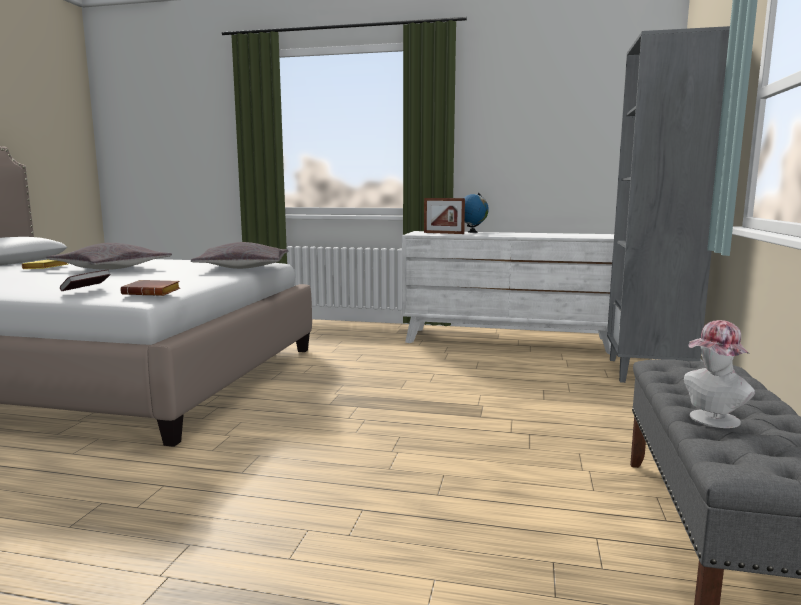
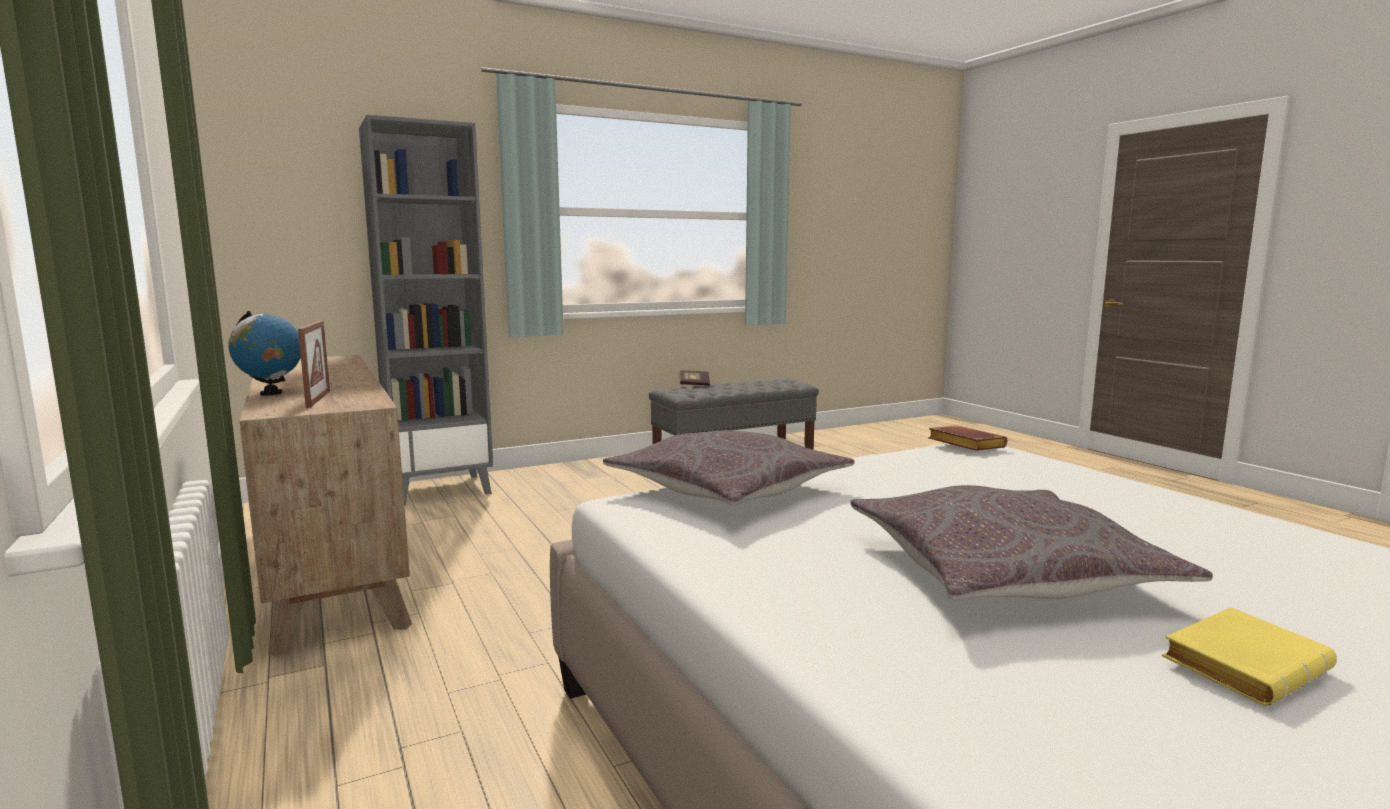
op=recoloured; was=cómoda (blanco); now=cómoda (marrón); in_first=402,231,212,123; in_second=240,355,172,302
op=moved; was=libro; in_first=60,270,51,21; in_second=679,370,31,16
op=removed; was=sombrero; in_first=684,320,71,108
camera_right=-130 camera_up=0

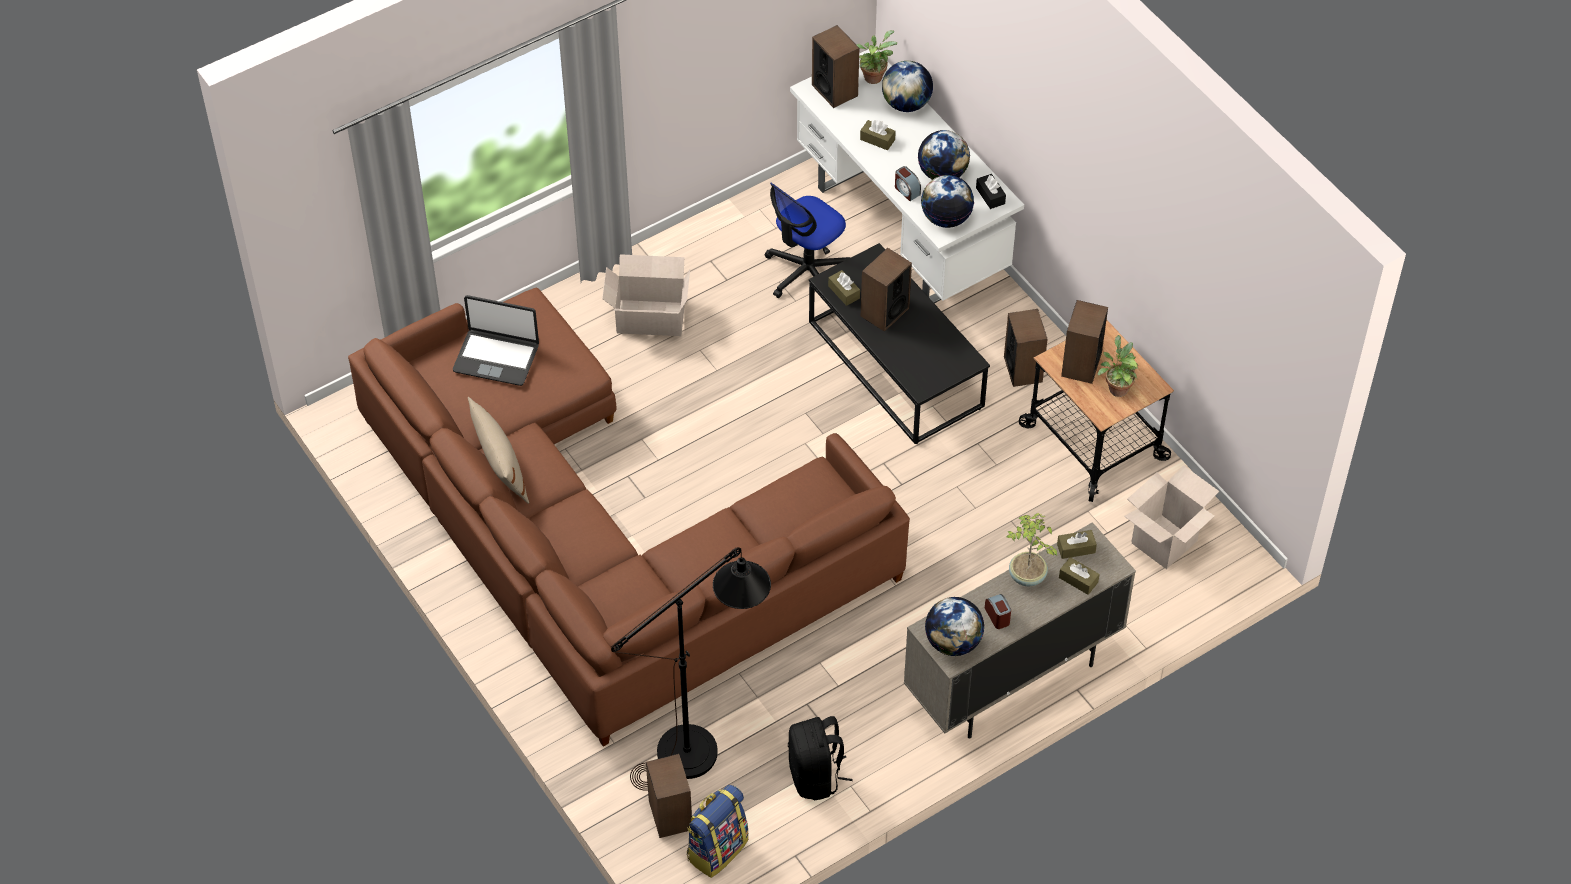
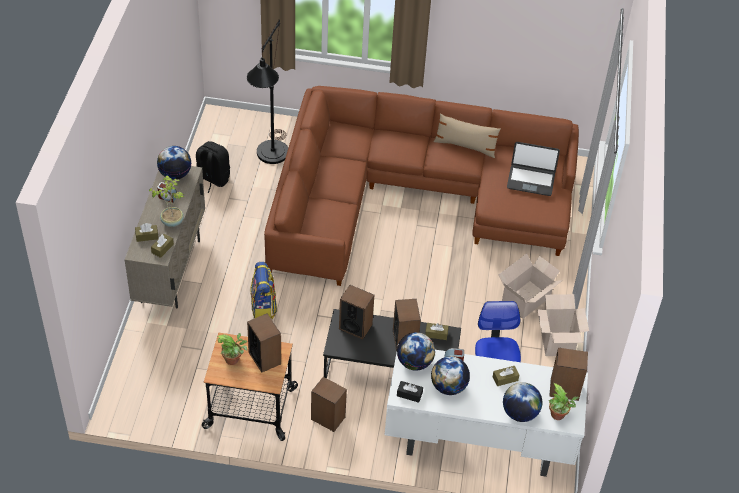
op=turned; was=portátil; in_first=453,295,86,91; in_second=507,142,53,54; clockwise=-135
op=moved; was=caja de cartón; in_first=1124,465,95,104; in_second=537,294,52,62
op=moved; was=altavoz; in_first=646,754,46,84; in_second=339,285,35,54
op=moved; was=mochila; in_first=687,785,61,93; in_second=250,262,27,57
camera_right=130 camera_up=-5

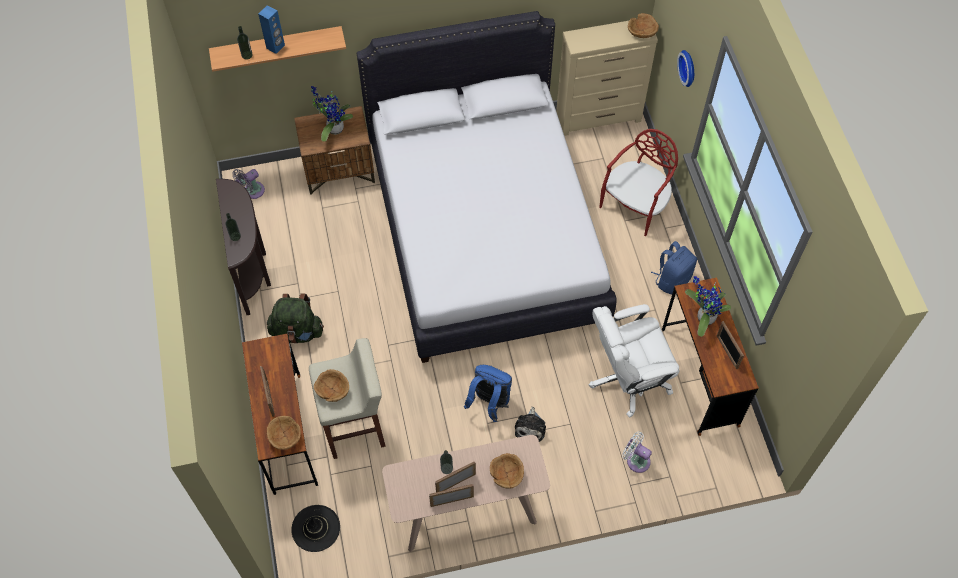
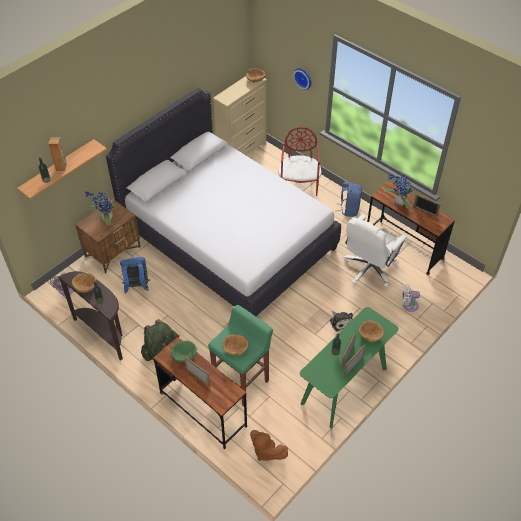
op=recoloured; was=altavoz (azul); now=altavoz (marrón); in_first=258,5,27,49; in_second=49,137,18,34
op=recoloured; was=taburete (beis); now=taburete (verde); in_first=309,338,77,121; in_second=208,305,65,101
op=moved; was=mochila (azul); in_first=464,365,48,57; in_second=120,257,30,36
op=moved; was=cuenco (marrón); in_first=267,416,34,34; in_second=72,273,24,20
op=recoloured; was=mesa consola (beis); now=mesa consola (verde); in_first=382,435,168,117; in_second=300,307,98,121
op=replaced; was=sombrero (negro); now=peluche (marrón); in_first=291,505,49,47; in_second=250,430,38,31
op=added; now=cuenco (verde); in_second=171,341,26,21
camera_right=-35 camera_up=-10

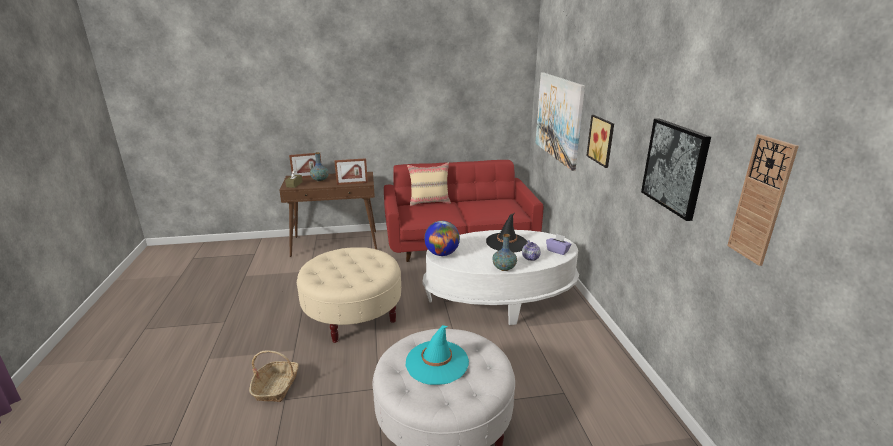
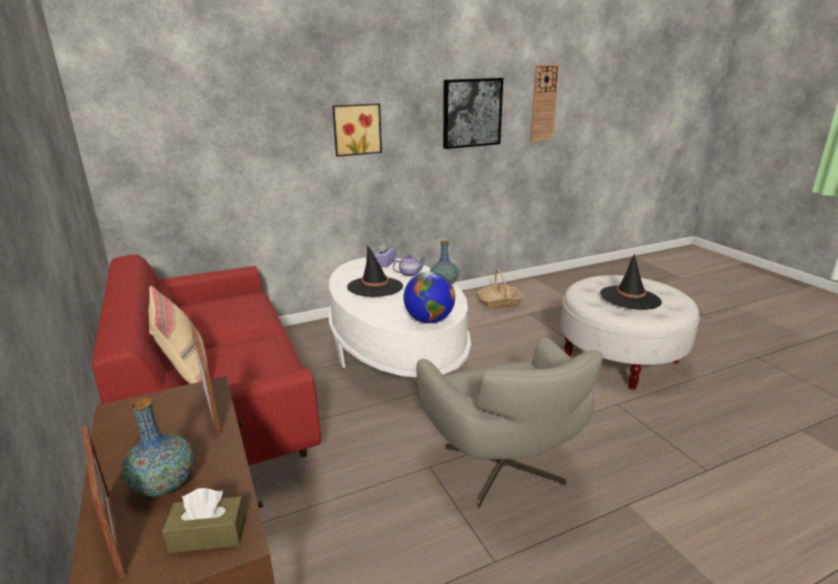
op=removed; was=cuadro; in_first=535,73,50,98
op=replaced; was=puf (beis); now=sillón (gris); in_first=297,247,104,96; in_second=417,337,186,171
op=recoloured; was=sombrero (turquesa); now=sombrero (negro); in_first=406,325,63,60; in_second=600,254,62,56
op=moved; was=cesta; in_first=249,350,50,52; in_second=478,269,45,40
camera_right=-105 camera_up=0

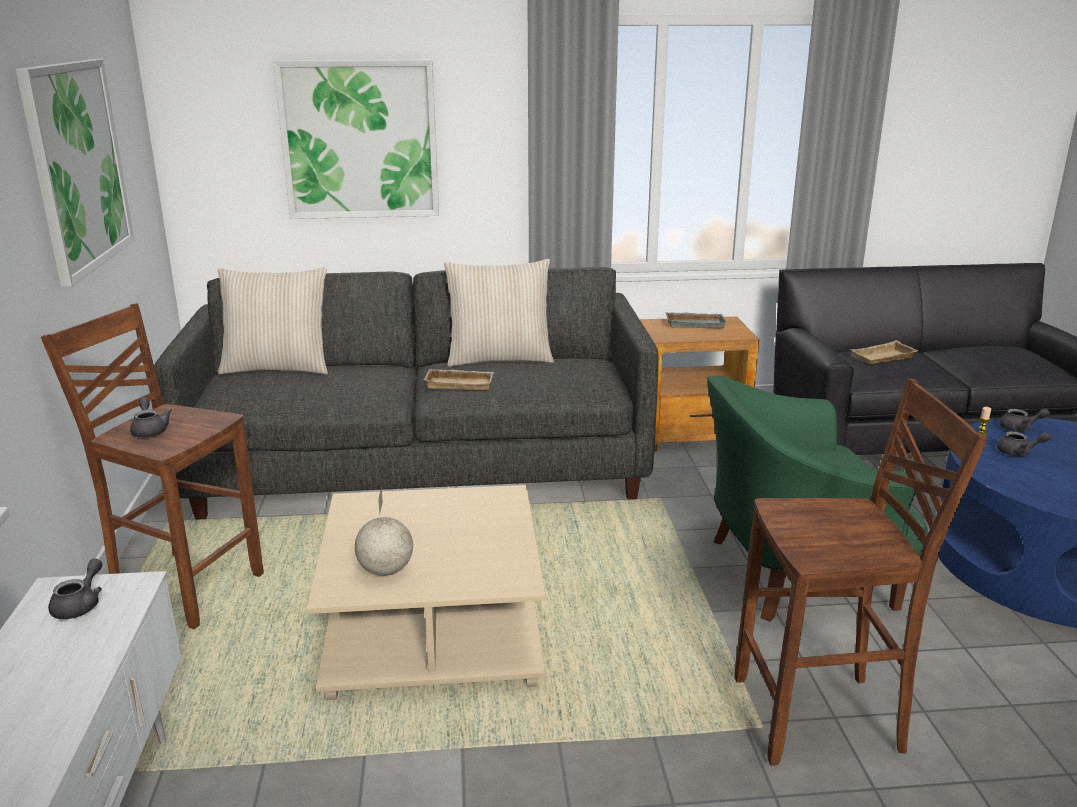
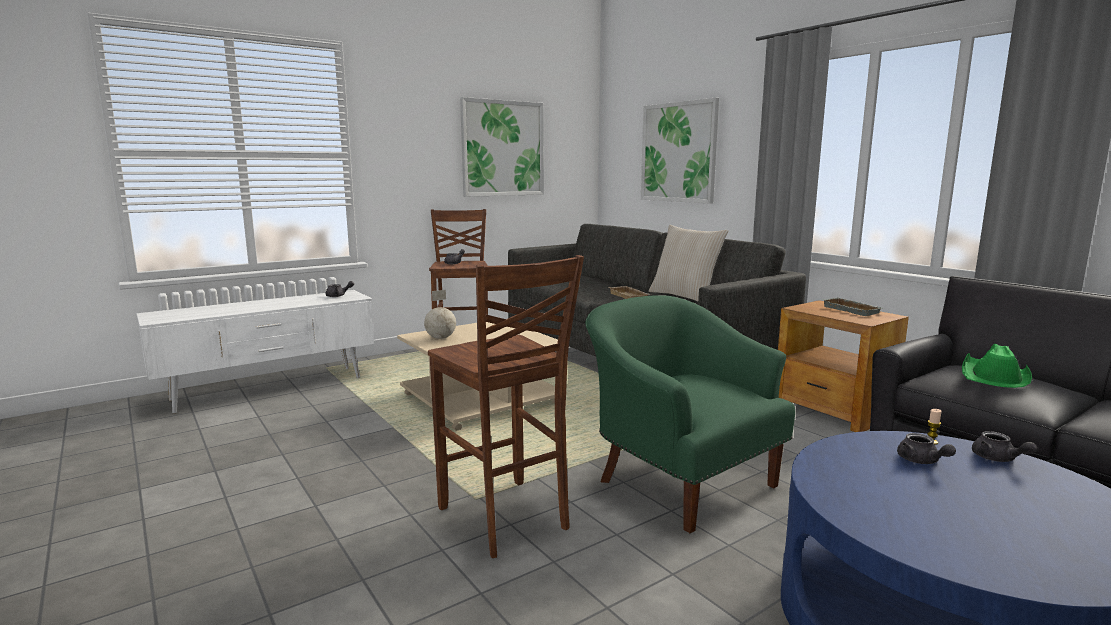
op=removed; was=cojín (beis); in_first=218,267,110,107
op=replaced; was=bandeja (beis); now=sombrero (verde); in_first=849,340,69,24; in_second=962,344,70,44
camera_right=60 camera_up=-10

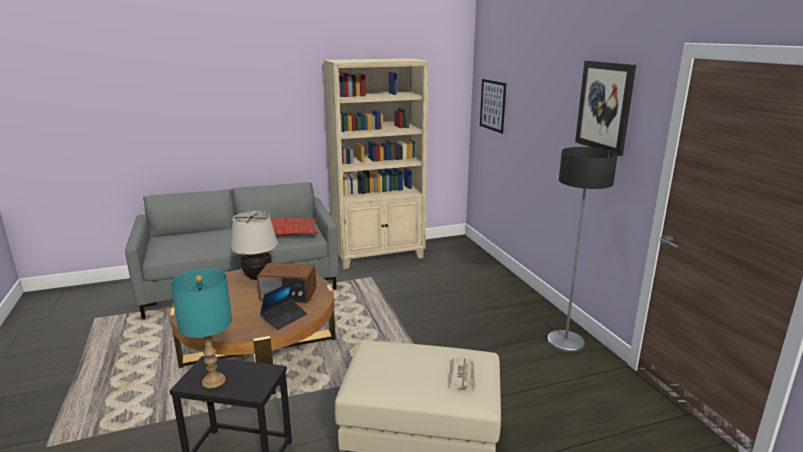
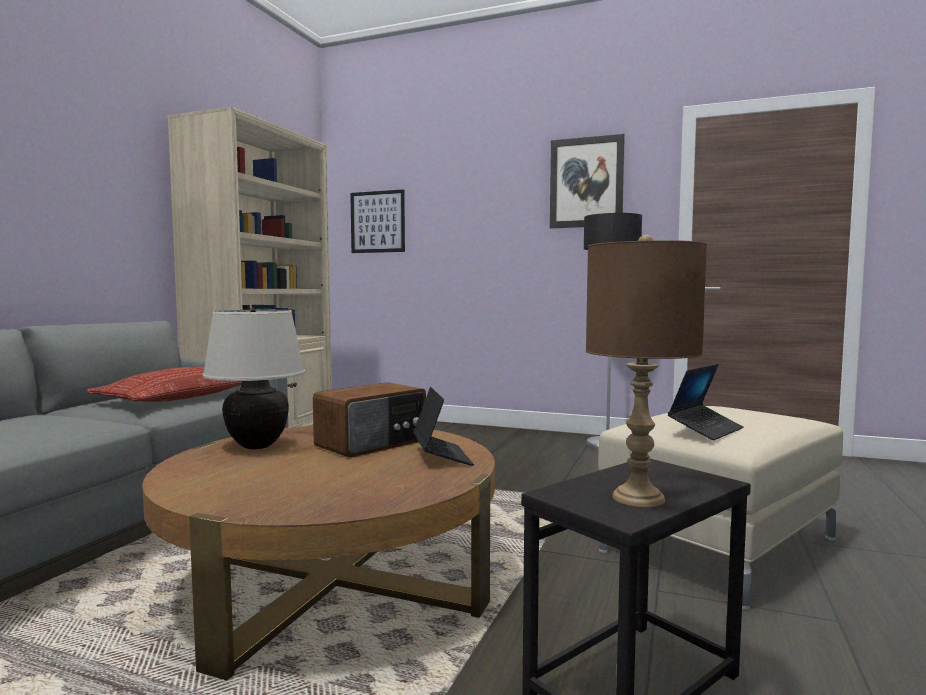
op=recoloured; was=lámpara de mesa (turquesa); now=lámpara de mesa (marrón); in_first=171,269,61,119; in_second=586,235,121,272
op=removed; was=periódico; in_first=449,358,27,32
op=added; now=portátil; in_second=668,364,76,76
camera_right=-50 camera_up=-15

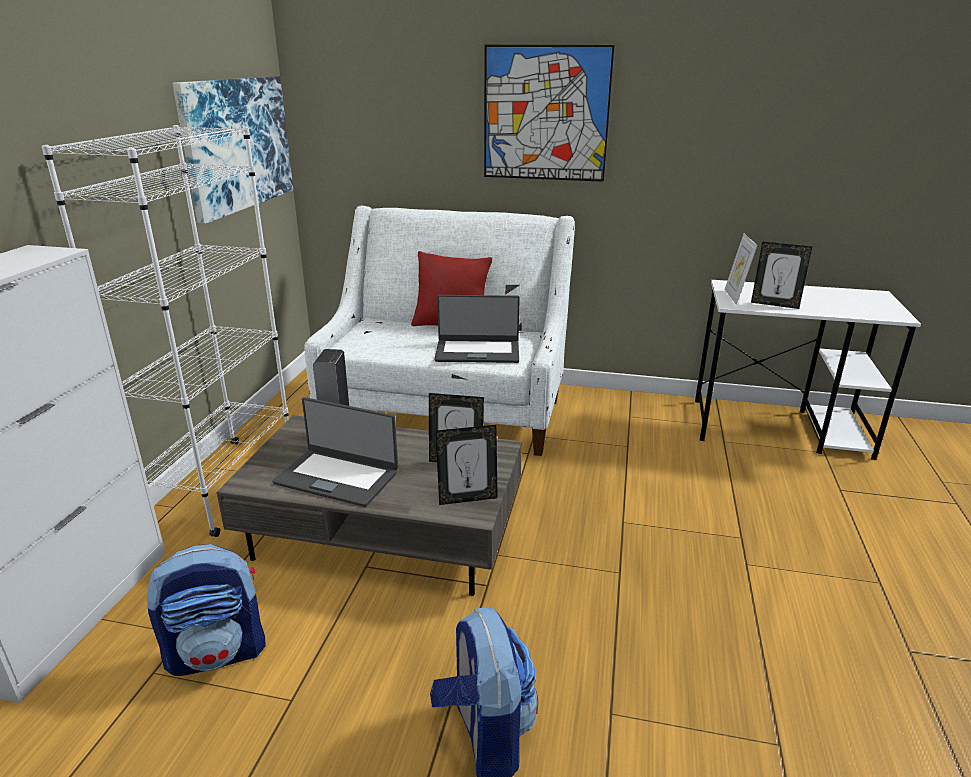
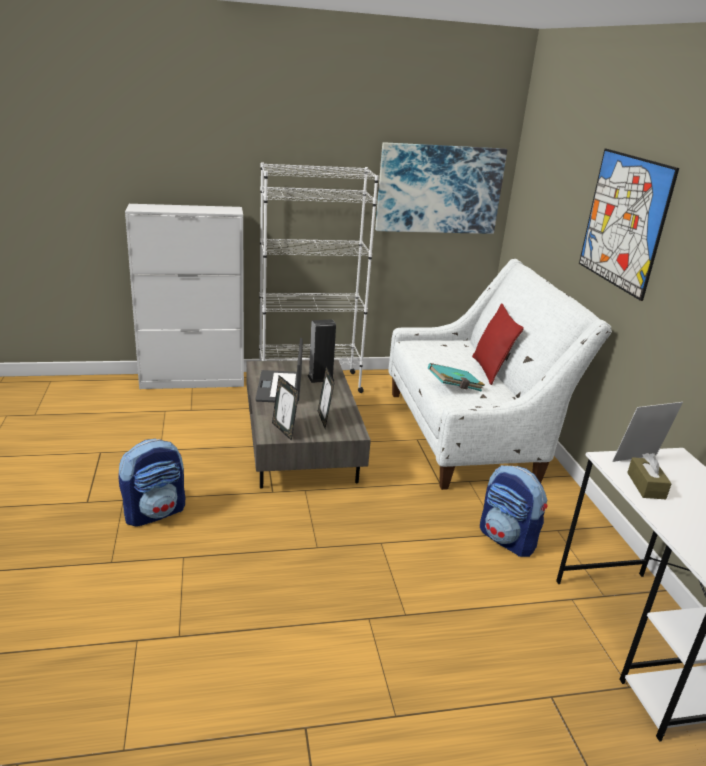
op=replaced; was=portarretratos; now=caja de pañuelos (marrón); in_first=751,242,61,67; in_second=627,453,45,46
op=replaced; was=portátil; now=libro (turquesa); in_first=434,295,86,68; in_second=428,363,57,28
op=moved; was=mochila; in_first=147,544,119,132; in_second=480,465,68,92
camera_right=65 camera_up=0

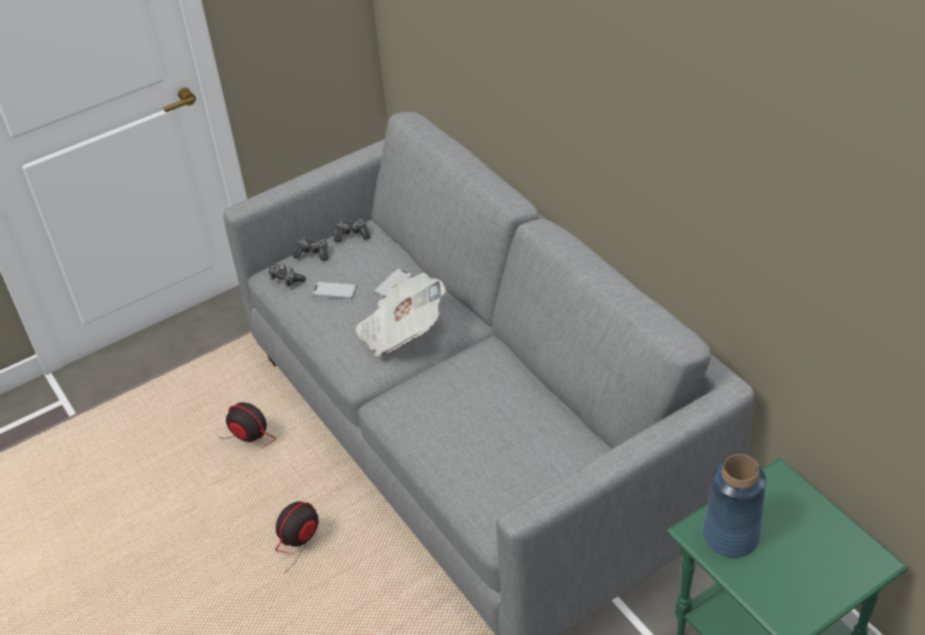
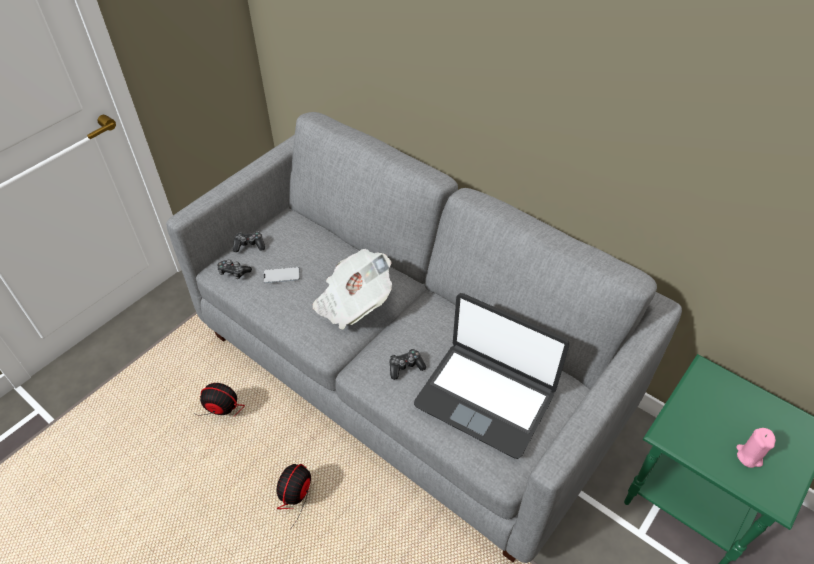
op=moved; was=mando de consola; in_first=334,219,36,23; in_second=389,349,37,31
op=removed; was=móvil; in_first=374,269,39,29
op=removed; was=florero (azul); in_first=703,454,63,104
op=added; now=portátil; in_second=414,293,155,166
op=added; now=vela (rosa); in_second=736,428,40,40
camera_right=-20 camera_up=5

